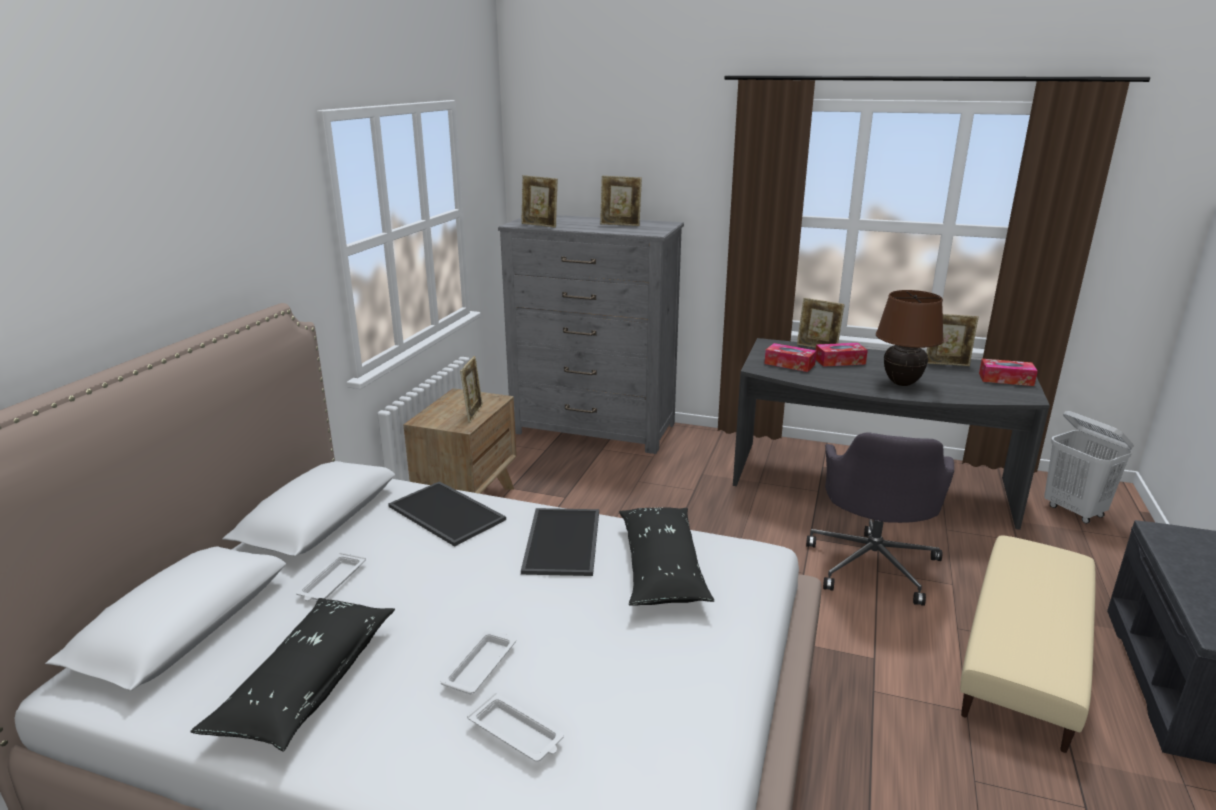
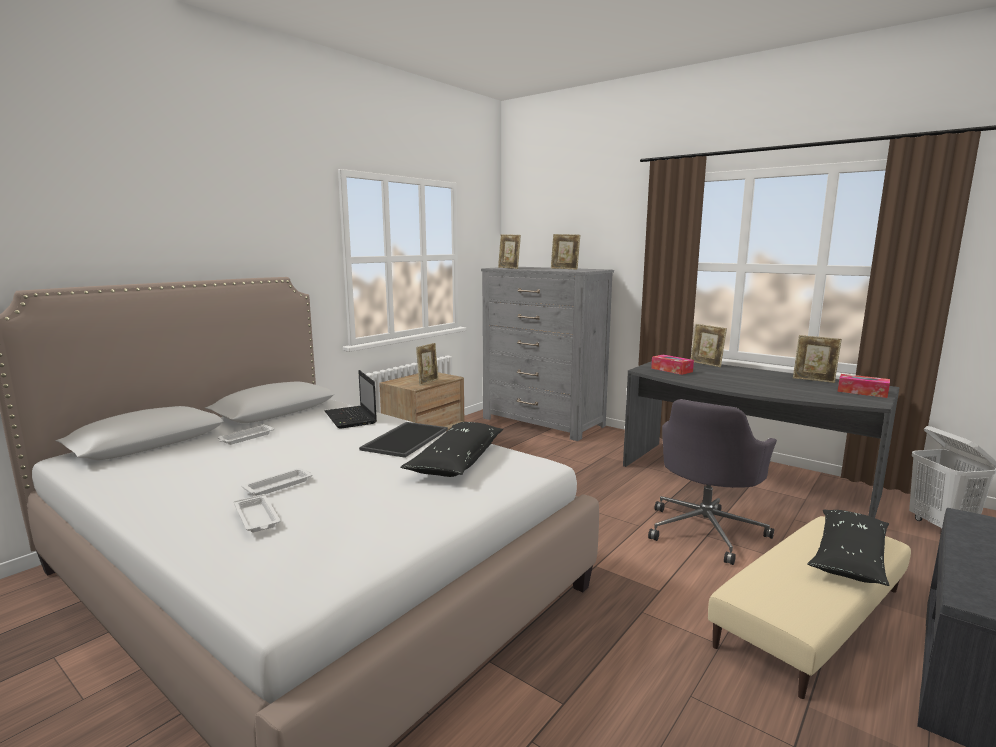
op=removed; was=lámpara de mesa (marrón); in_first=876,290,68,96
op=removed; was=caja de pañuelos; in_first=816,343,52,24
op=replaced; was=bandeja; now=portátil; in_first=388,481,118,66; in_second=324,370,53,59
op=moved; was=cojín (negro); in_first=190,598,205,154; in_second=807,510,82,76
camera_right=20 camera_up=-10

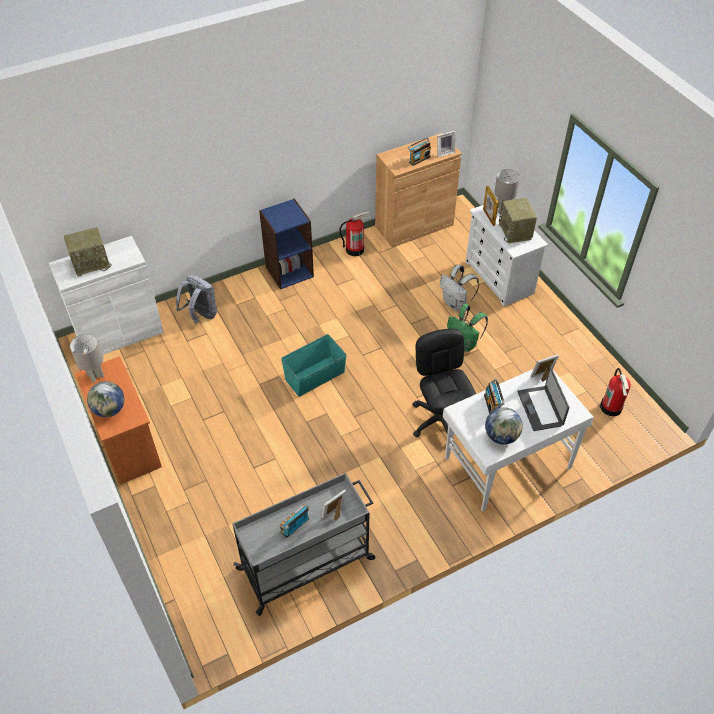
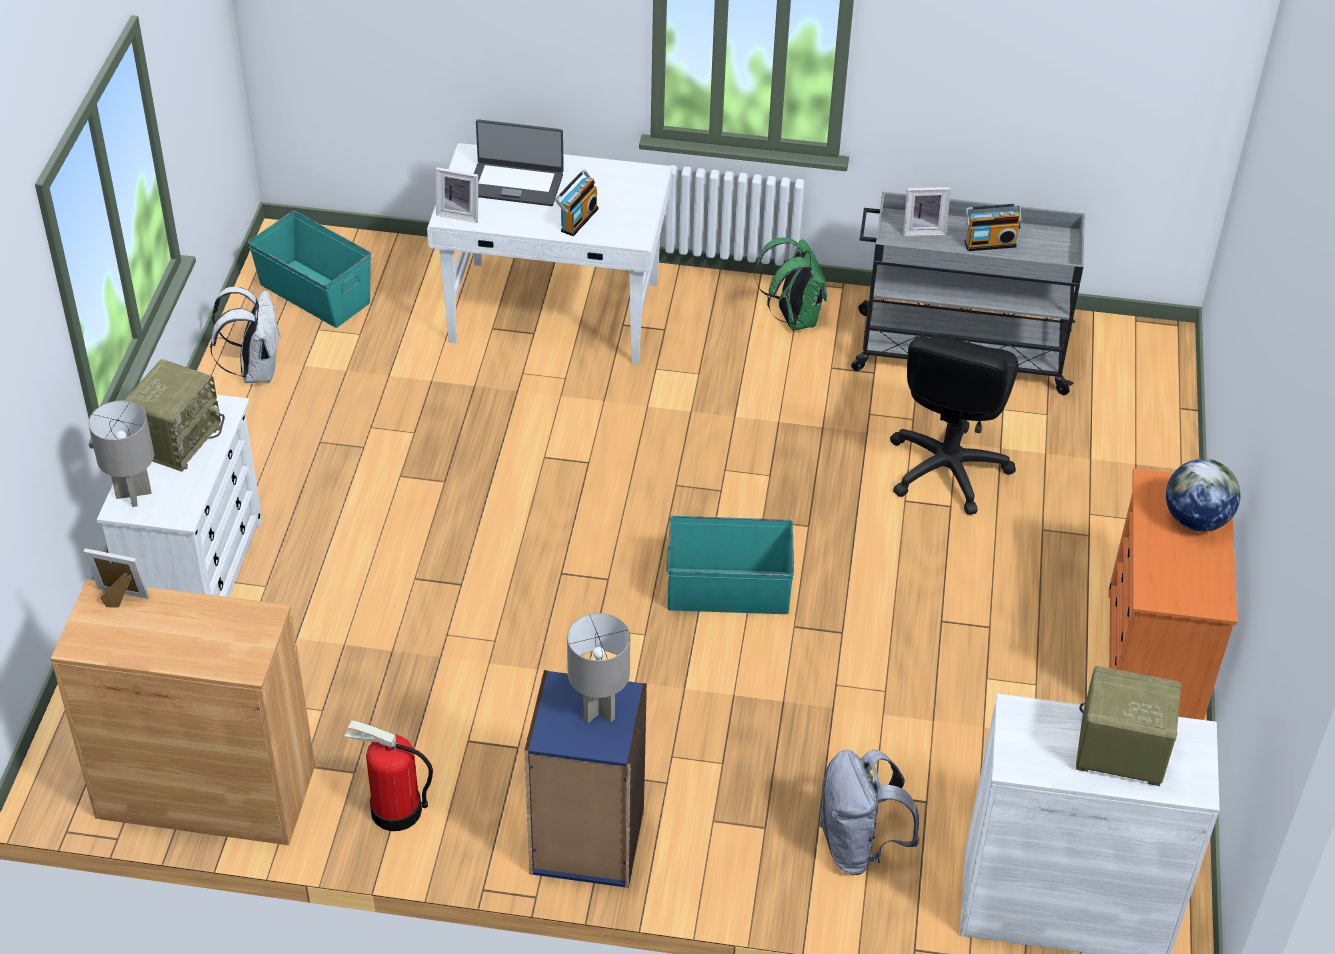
op=removed; was=radio; in_first=408,137,23,29
op=removed; was=portarretratos; in_first=483,186,16,40
op=moved; was=mochila (blanco); in_first=440,265,39,46; in_second=210,287,71,96
op=moved; was=mochila (verde); in_first=447,304,41,48; in_second=754,238,73,92
op=moved; was=silla de oficina (negro); in_first=412,328,64,118; in_second=890,335,129,180
op=moved; was=lámpara de mesa (gris); in_first=70,334,34,49; in_second=567,613,63,110
op=turned; was=portátil; in_first=517,368,52,63; in_second=474,119,90,87; clockwise=75
op=replaced; was=extintor; now=caja de almacenaje (turquesa); in_first=600,368,31,48; in_second=248,211,123,117
op=removed; was=globo terráqueo; in_first=485,407,38,38
camera_right=-145 camera_up=-5

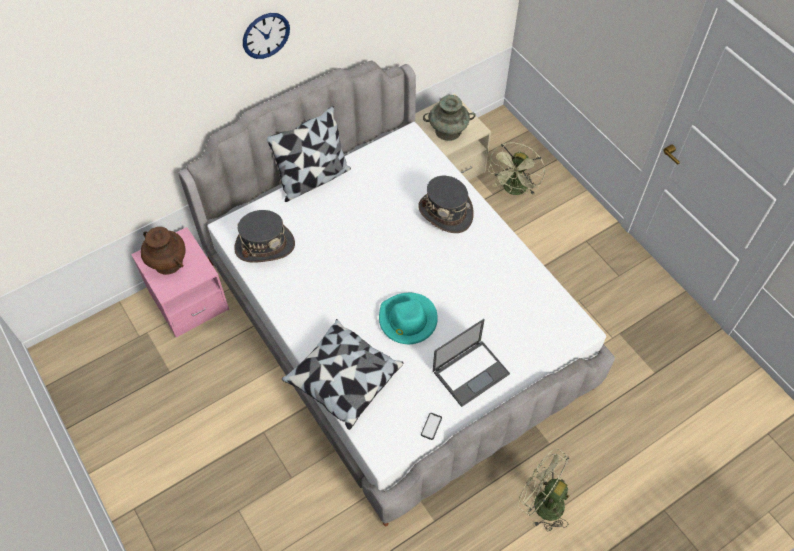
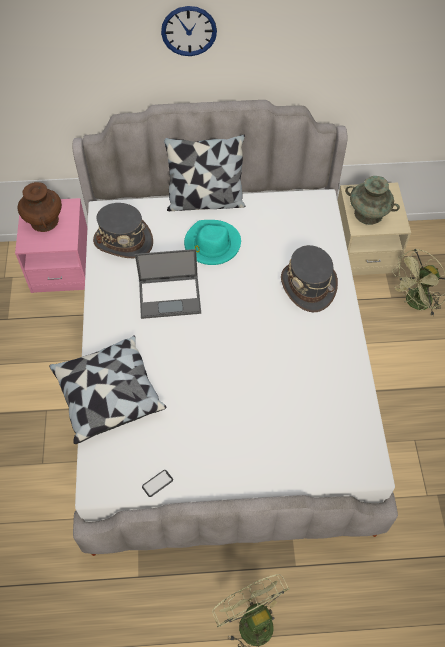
op=moved; was=sombrero (turquesa); in_first=379,293,59,51; in_second=184,220,57,45
op=moved; was=portátil; in_first=433,319,77,88; in_second=135,249,66,70
camera_right=30 camera_up=0

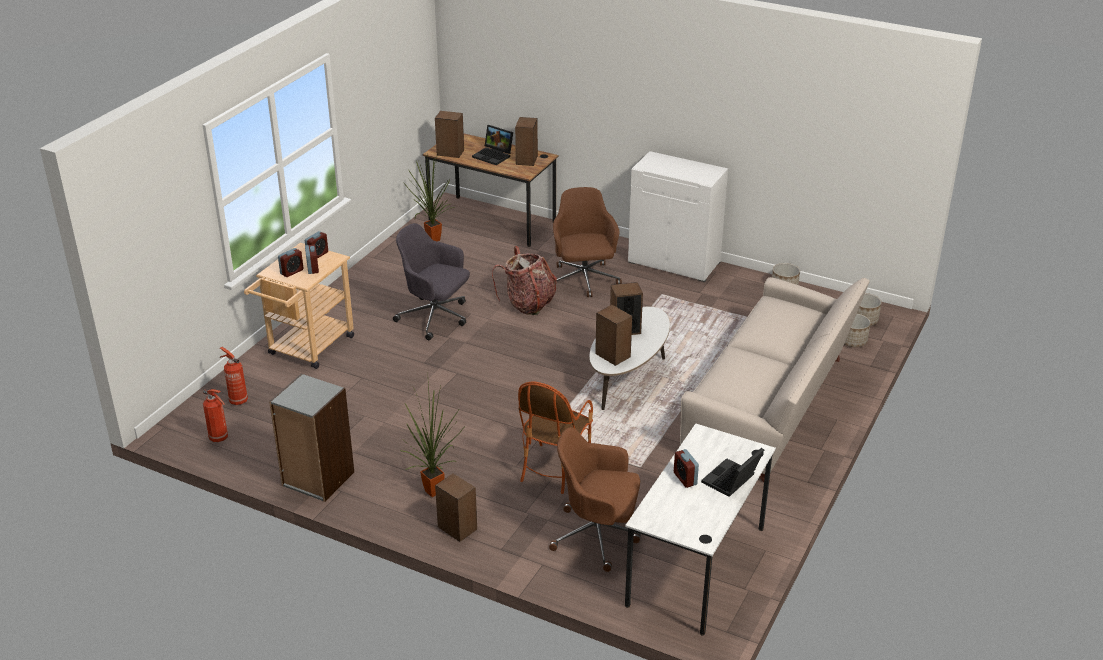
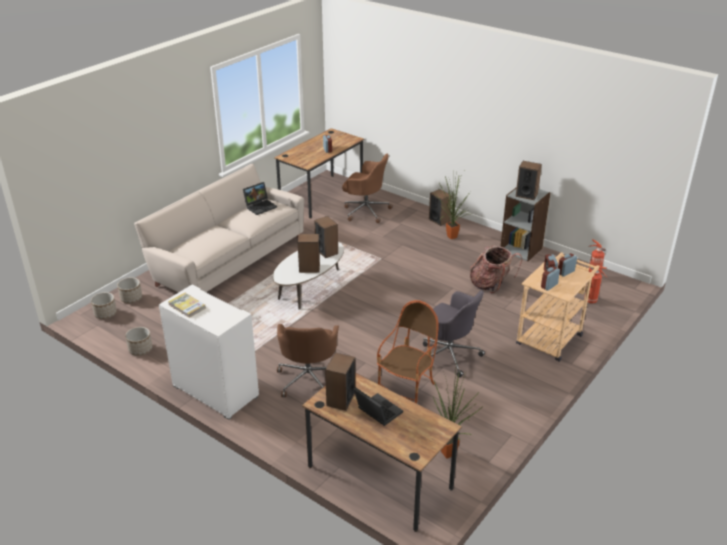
op=moved; was=altavoz; in_first=435,111,29,47; in_second=516,161,26,39
op=moved; was=mochila; in_first=492,246,65,69; in_second=470,245,52,48
op=moved; was=sillón; in_first=518,382,75,112; in_second=377,300,62,103
op=recoloured; was=escritorio (blanco); now=escritorio (marrón); in_first=625,423,151,213; in_second=274,128,91,91
op=moved; was=portátil; in_first=701,448,63,49; in_second=243,182,34,33
op=added; now=libro; in_second=168,293,38,25
camera_right=-170 camera_up=0

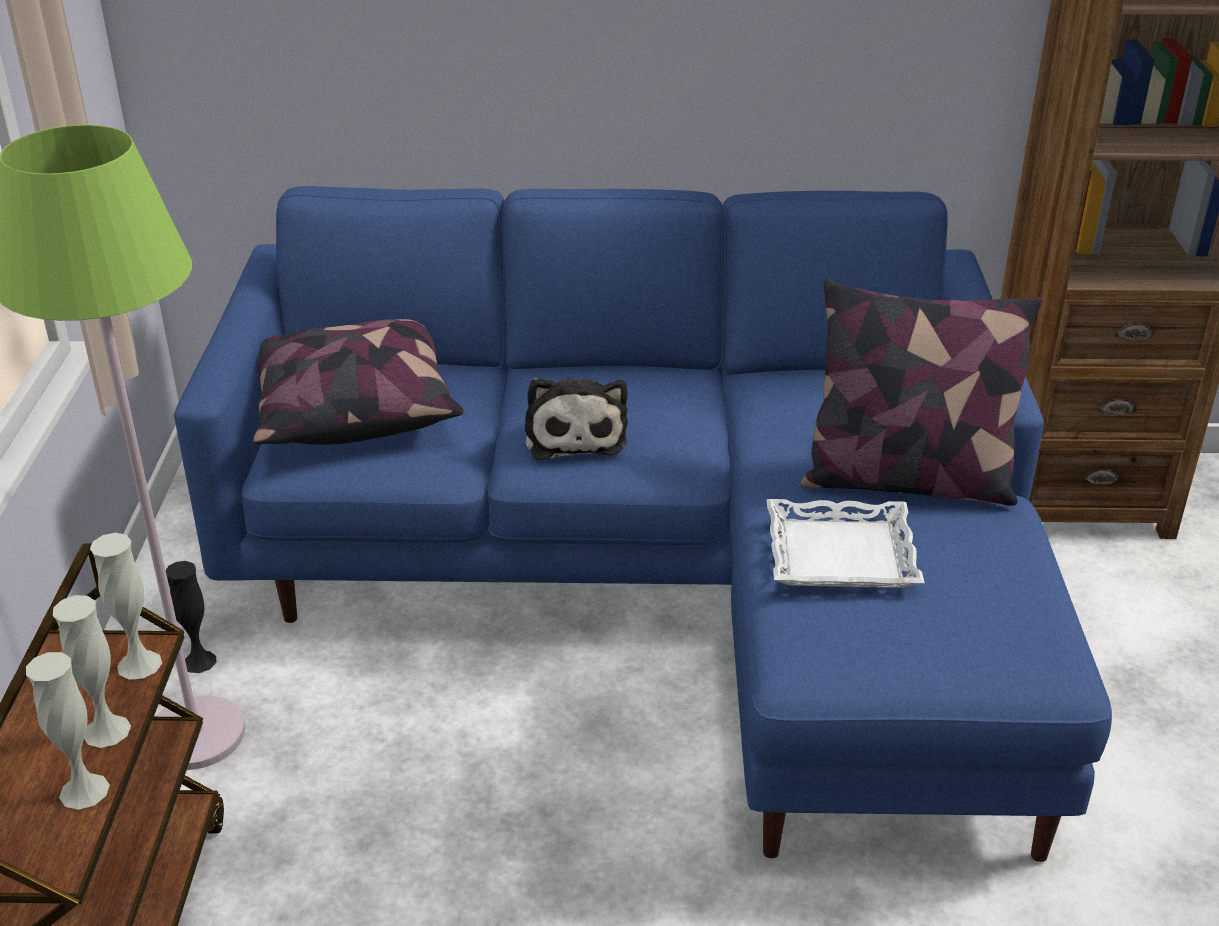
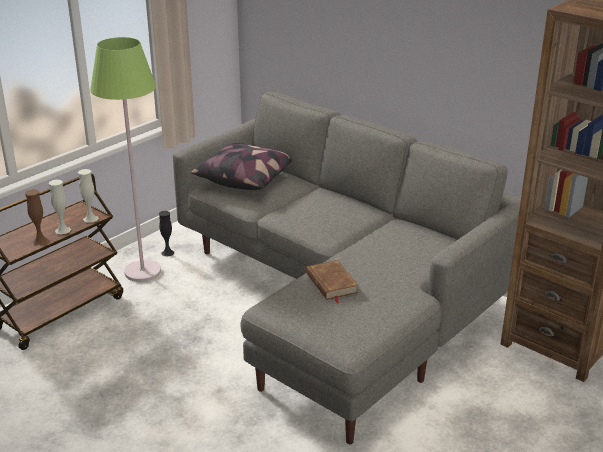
op=recoloured; was=sofá (azul); now=sofá (gris); in_first=174,186,938,676; in_second=173,92,348,352
op=removed; was=cojín; in_first=800,279,243,227
op=removed; was=peluche; in_first=525,378,103,82
op=replaced; was=bandeja (blanco); now=libro (marrón); in_first=767,499,157,89; in_second=306,260,52,43
op=recoloured; was=florero (blanco); now=florero (marrón); in_first=26,652,84,158; in_second=25,189,24,56
camera_right=40 camera_up=-5

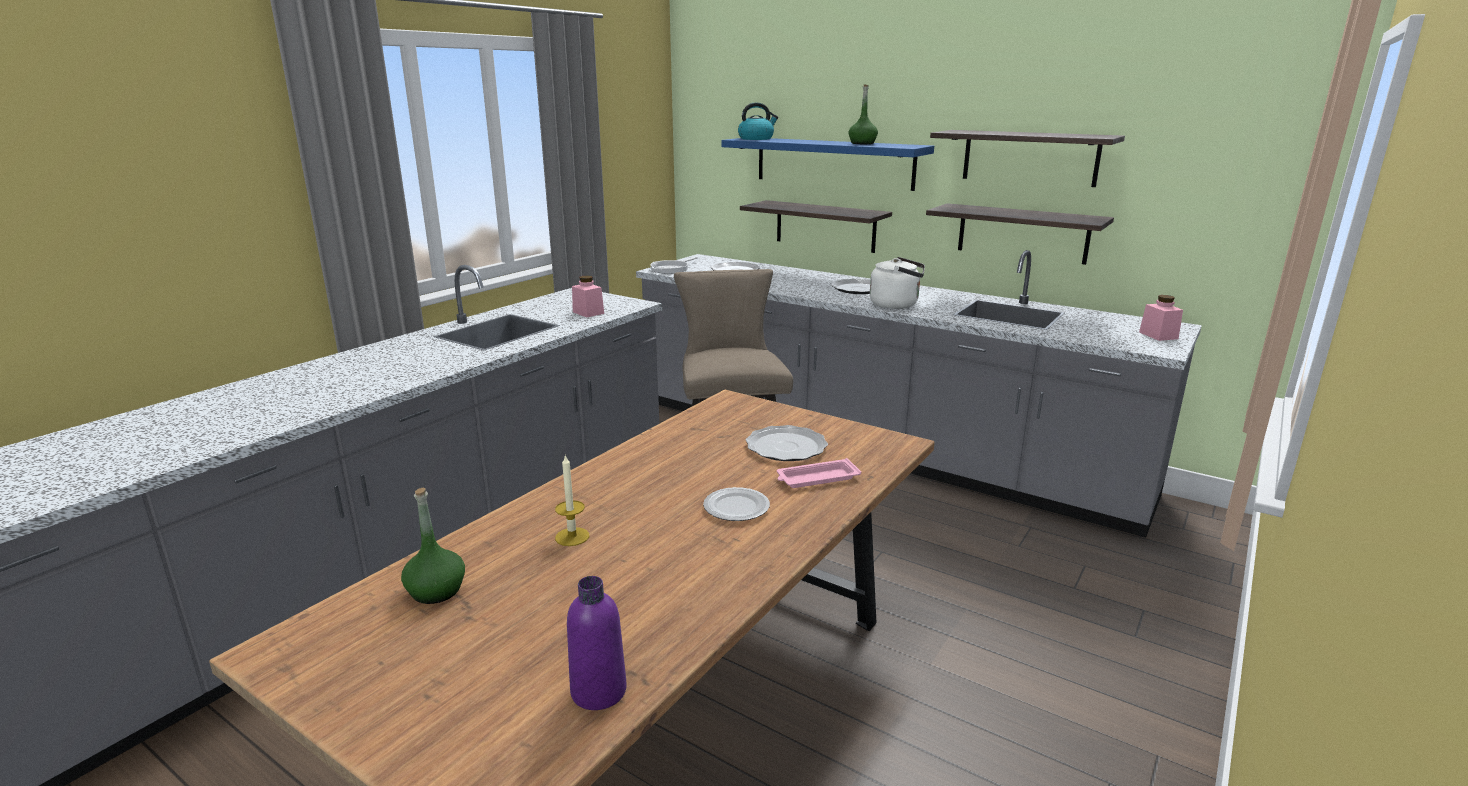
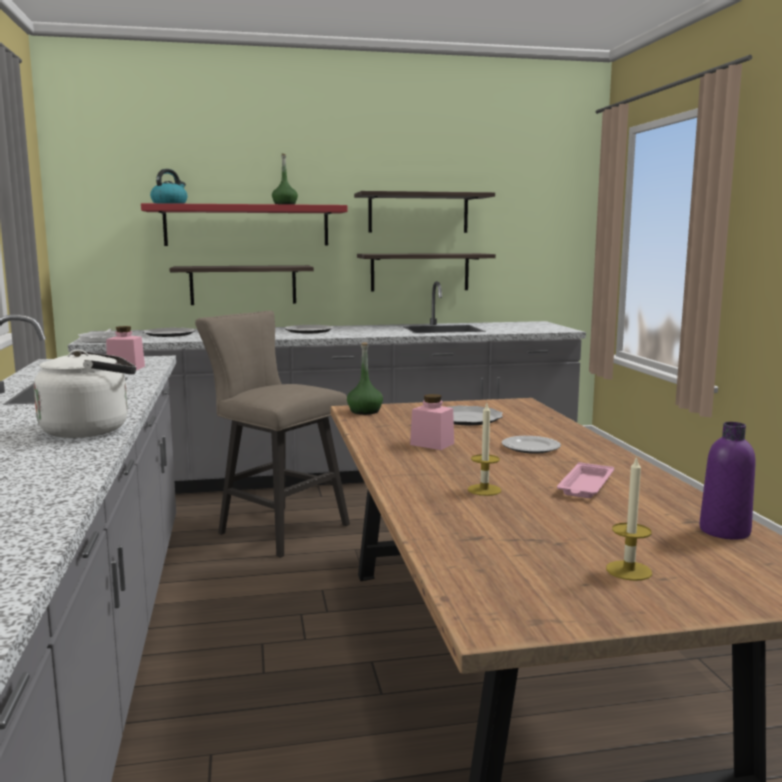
op=recoloured; was=estante (azul); now=estante (rojo); in_first=722,138,212,53; in_second=141,203,207,43
op=moved; was=hervidor (blanco); in_first=870,257,55,52; in_second=34,349,102,89
op=moved; was=tarro (rosa); in_first=1139,295,44,46; in_second=410,394,44,56
op=moved; was=bandeja (rosa); in_first=777,458,84,30; in_second=557,462,57,36
op=moved; was=botella (verde); in_first=401,488,64,116; in_second=347,342,36,73
op=added; now=vela; in_second=606,456,46,125
camera_right=-45 camera_up=-10

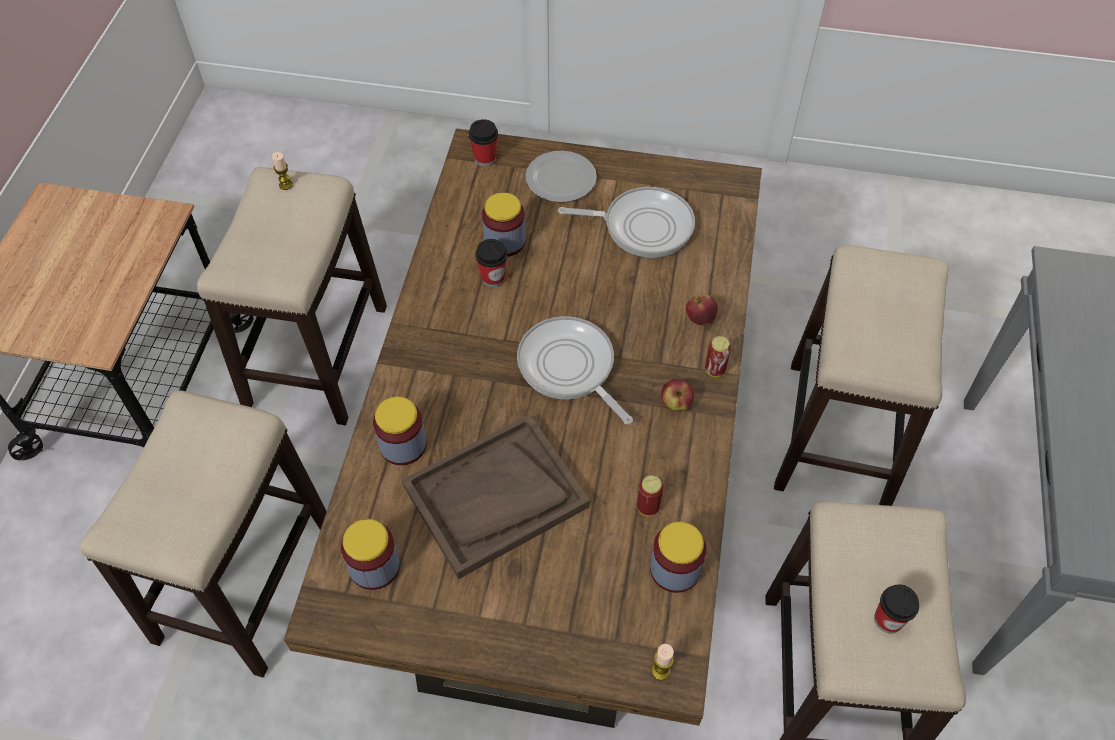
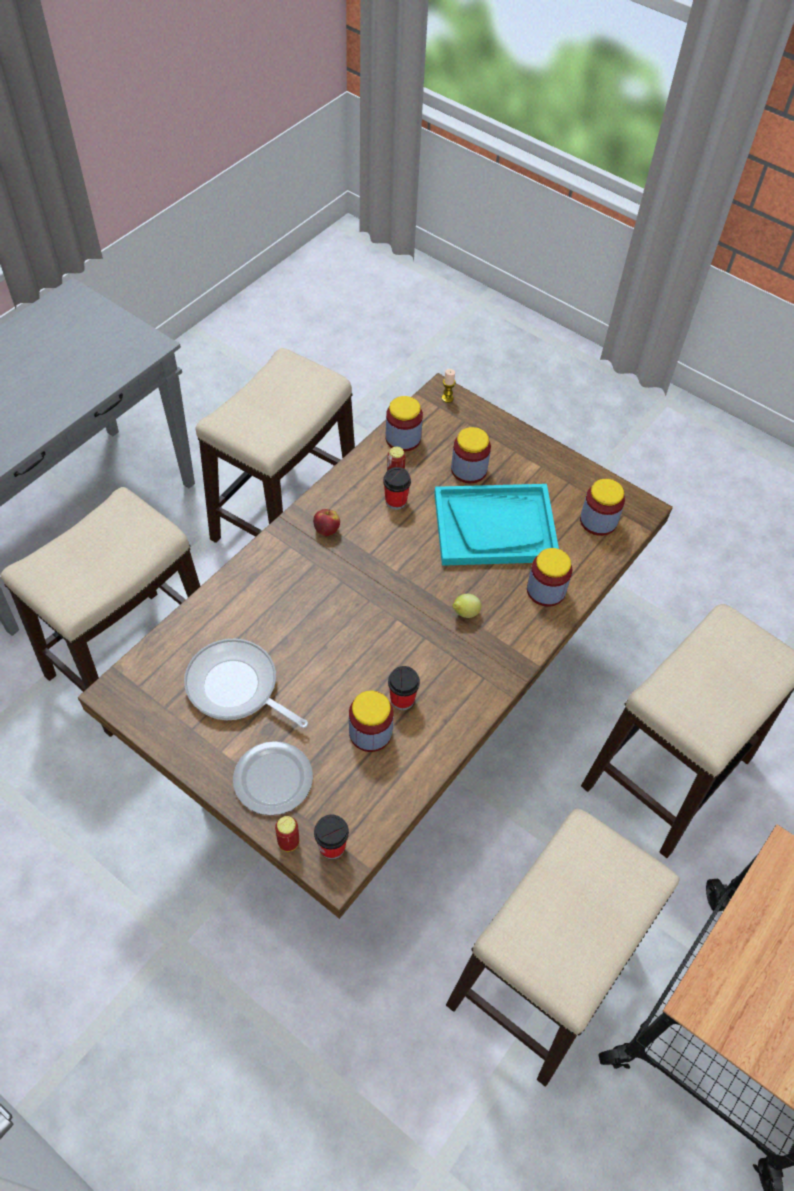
op=removed; was=vela; in_first=272,152,21,38
op=removed; was=manzana; in_first=686,294,32,31
op=removed; was=sartén; in_first=517,316,116,108
op=moved; was=lata; in_first=705,336,26,42; in_second=275,816,25,36
op=recoloured; was=bandeja (marrón); now=bandeja (turquesa); in_first=402,414,188,165; in_second=434,484,125,82
op=moved; was=taza; in_first=874,584,45,49; in_second=383,467,28,43
op=added; now=tarro; in_second=451,427,40,56
op=added; now=limón; in_second=453,594,28,24
camera_right=-155 camera_up=0

